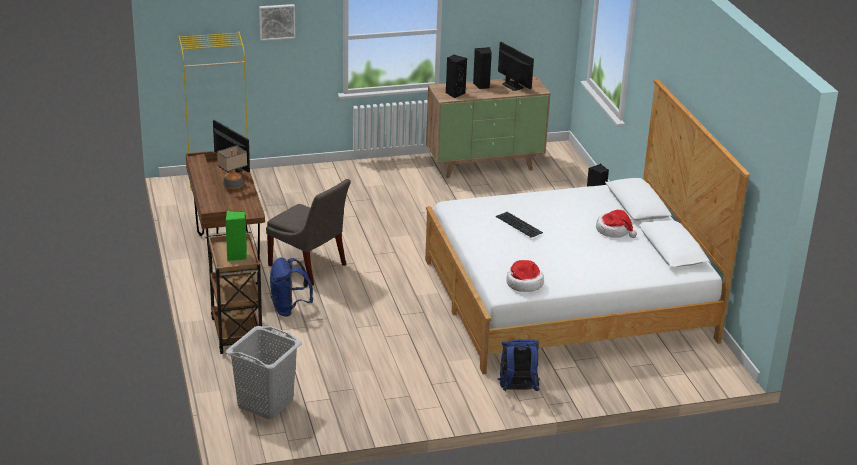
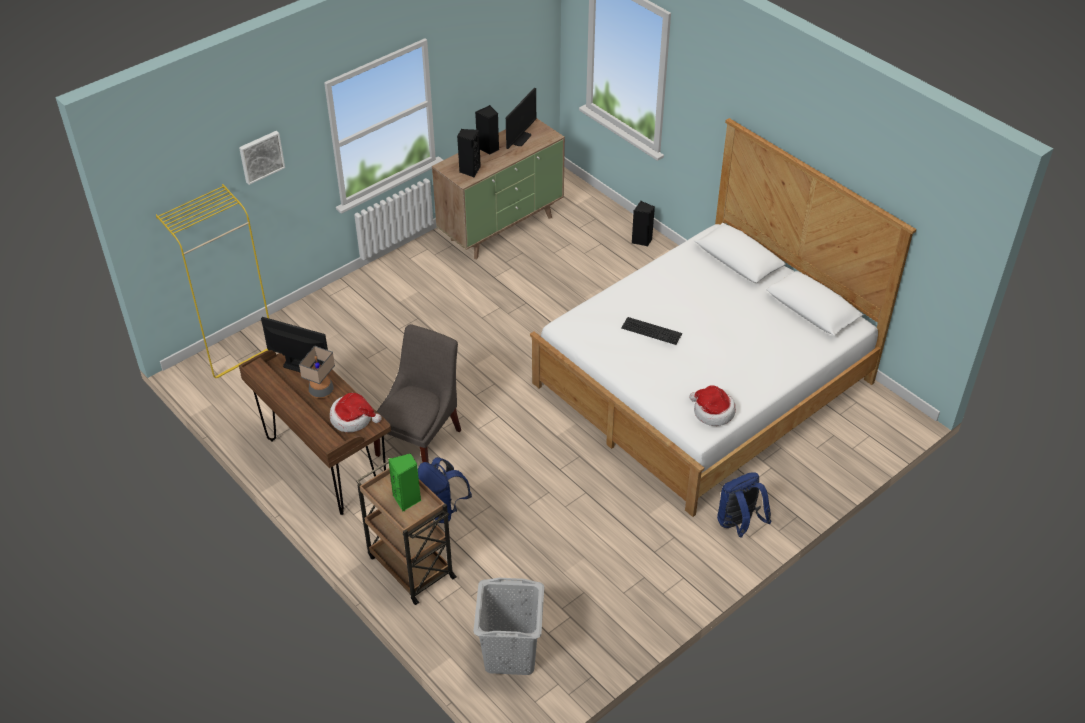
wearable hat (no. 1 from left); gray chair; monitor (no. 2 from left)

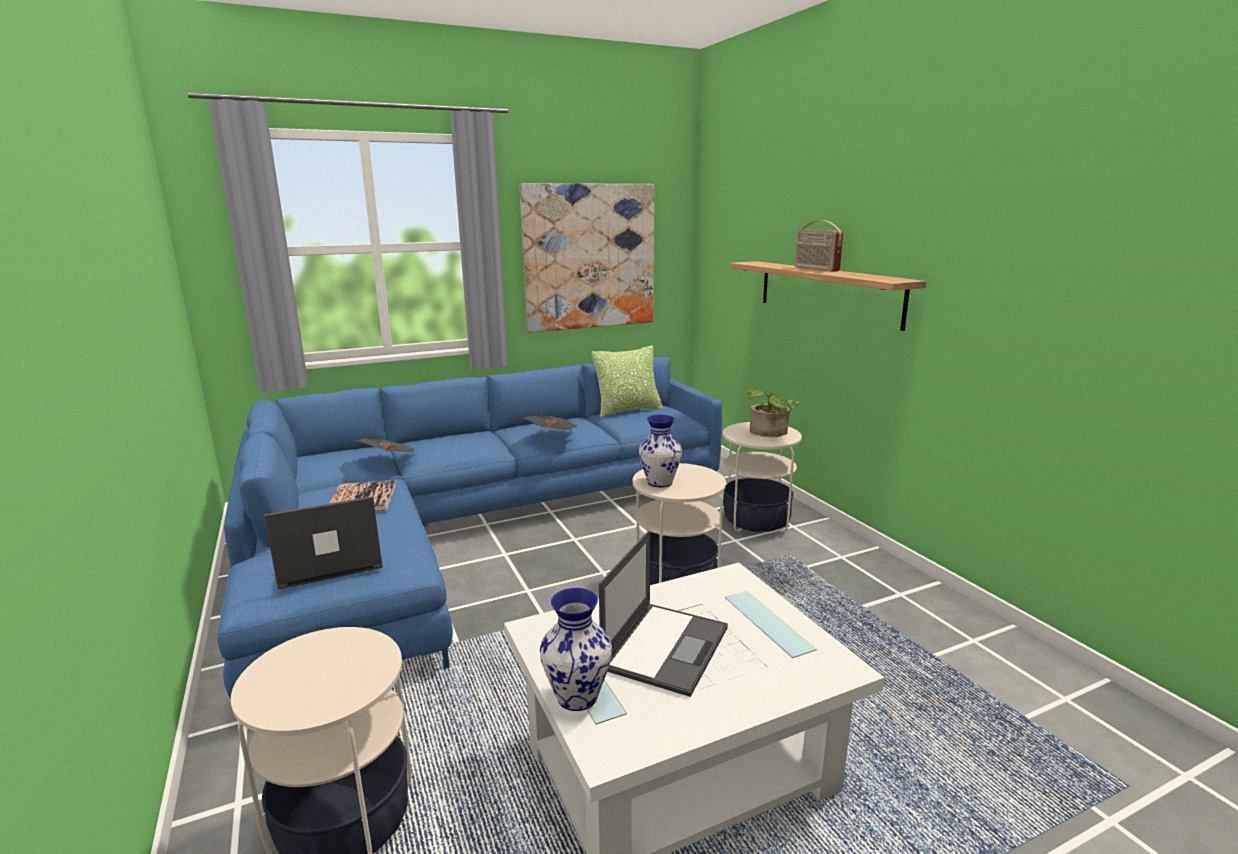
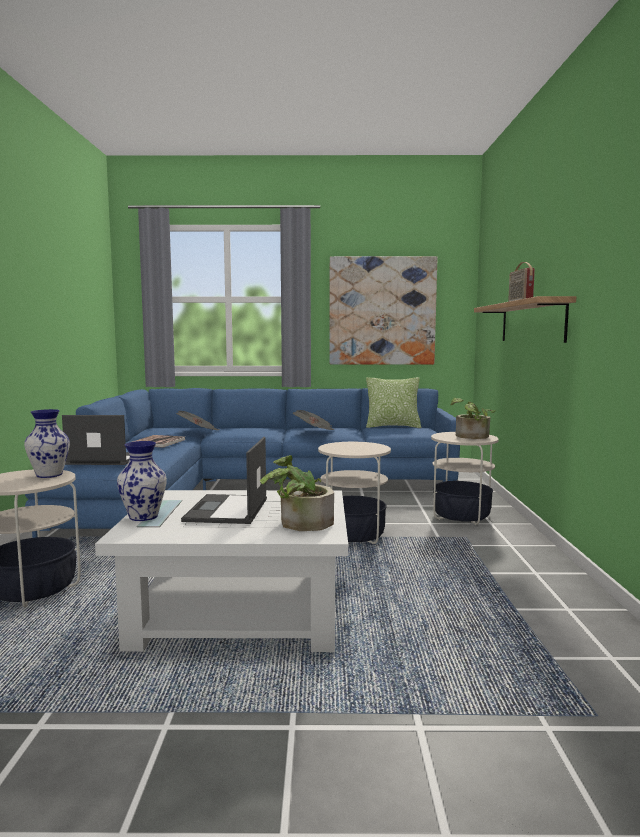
houseplant (no. 1 from left); vase (no. 1 from left); laptop (no. 2 from left)

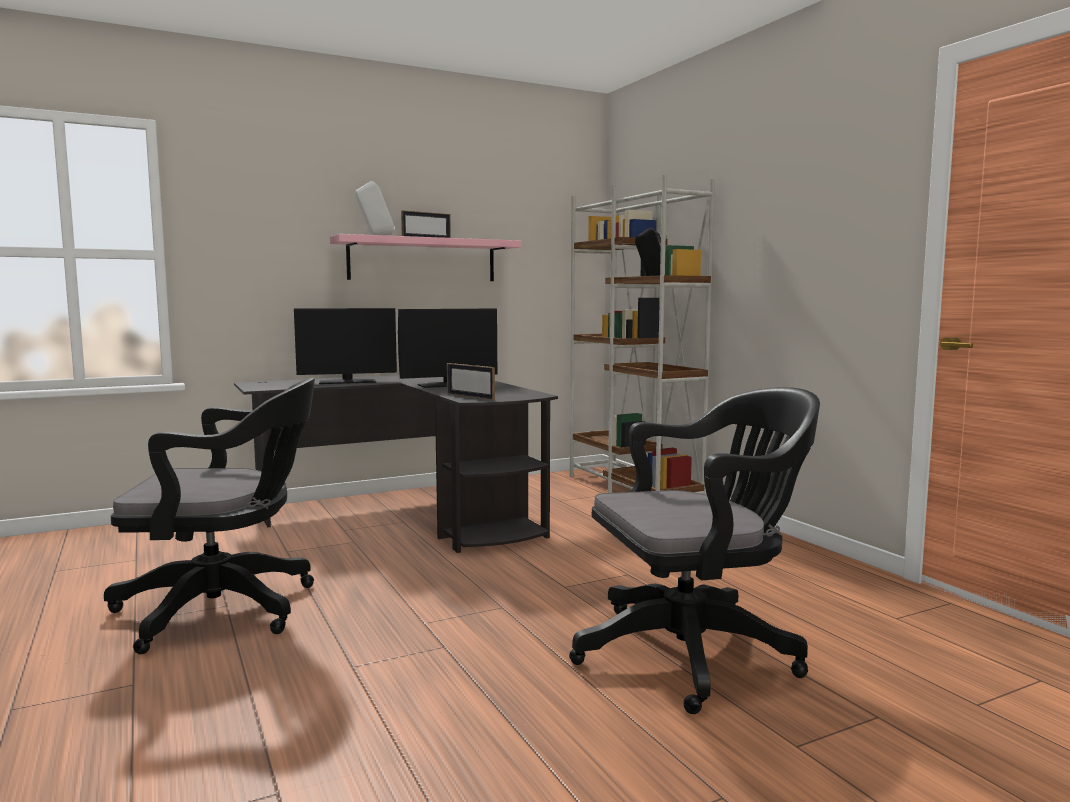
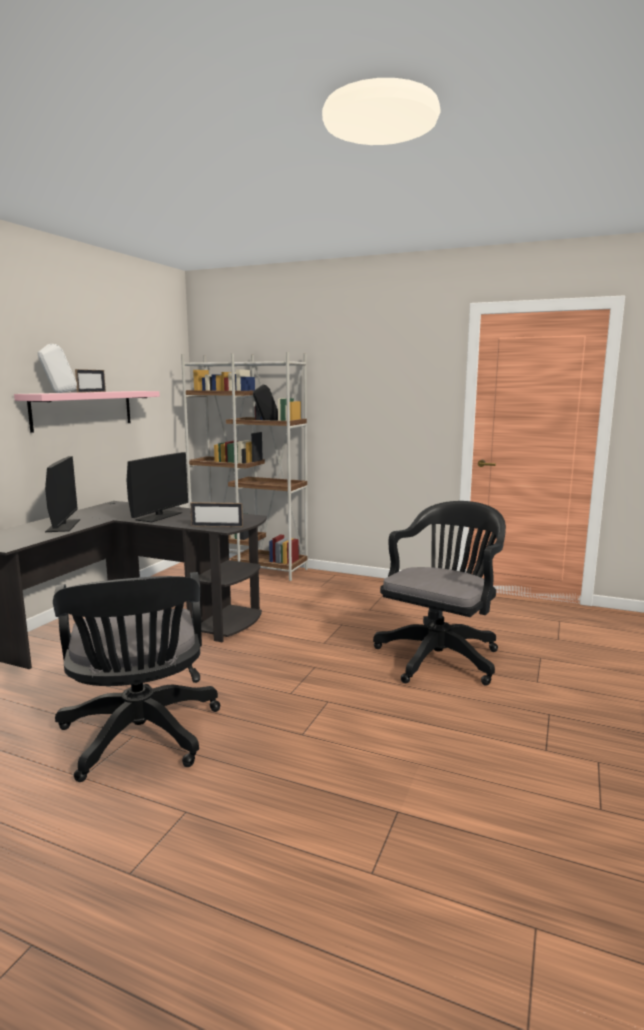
blackish desk chair (no. 1 from left); monitor (no. 1 from left)

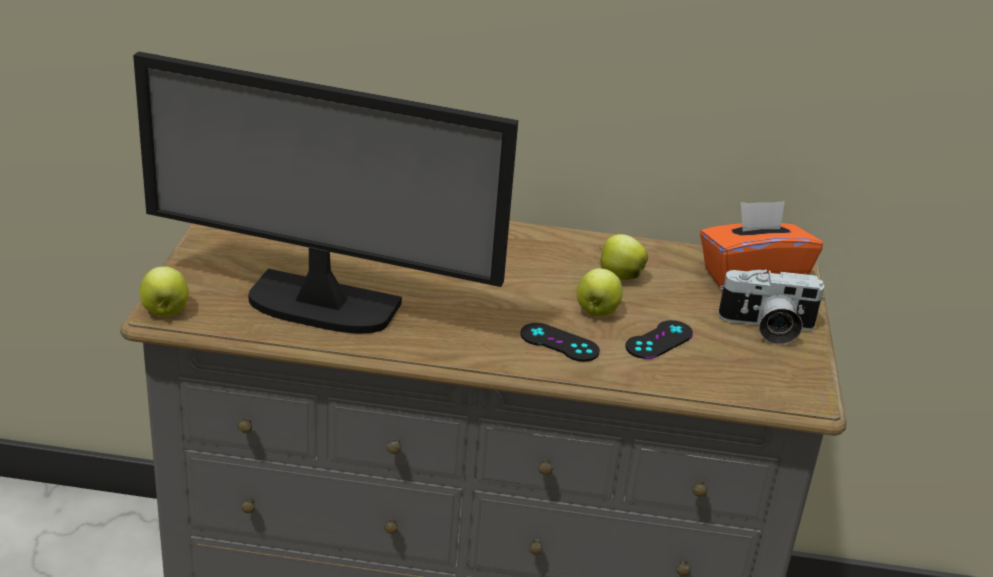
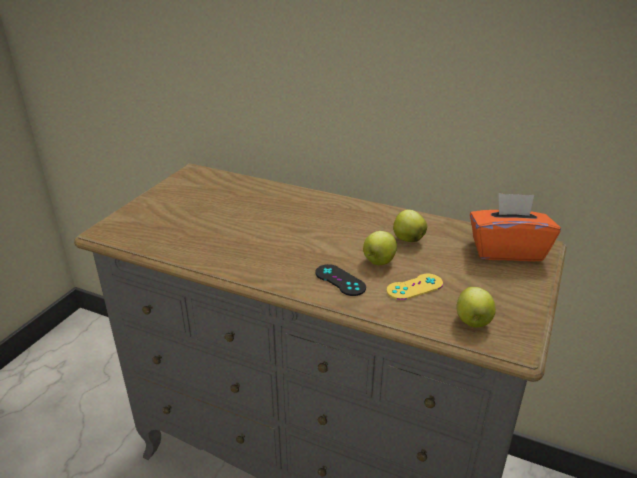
monitor; still camera; whole apple (no. 3 from left); yellowish joypad

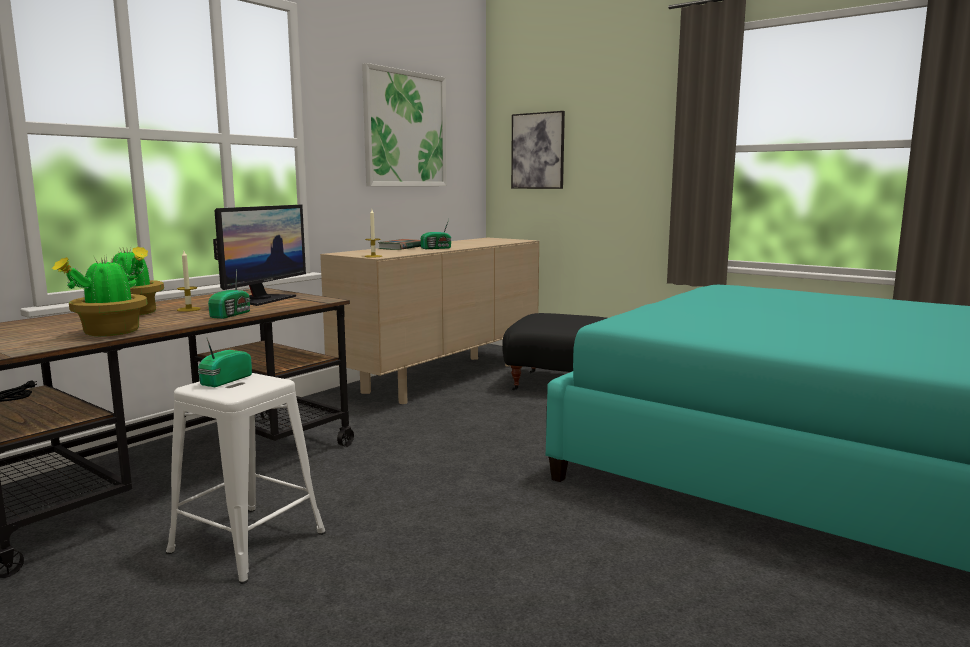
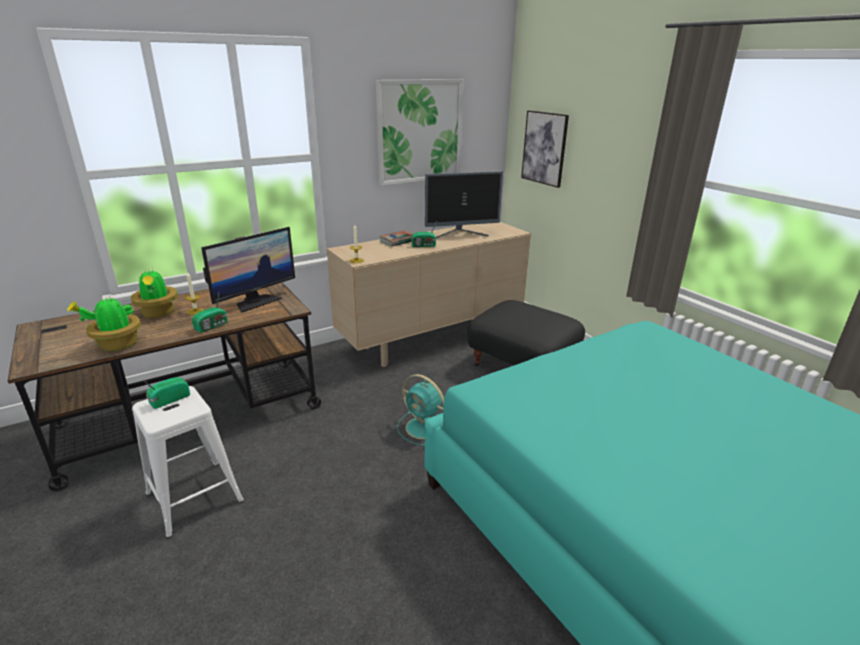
turquoise electric fan; monitor (no. 2 from left)

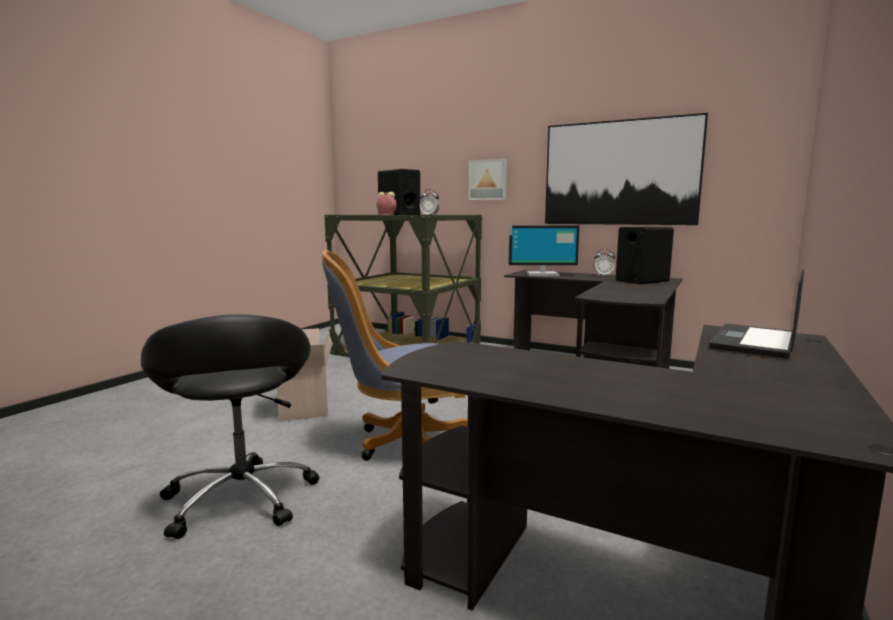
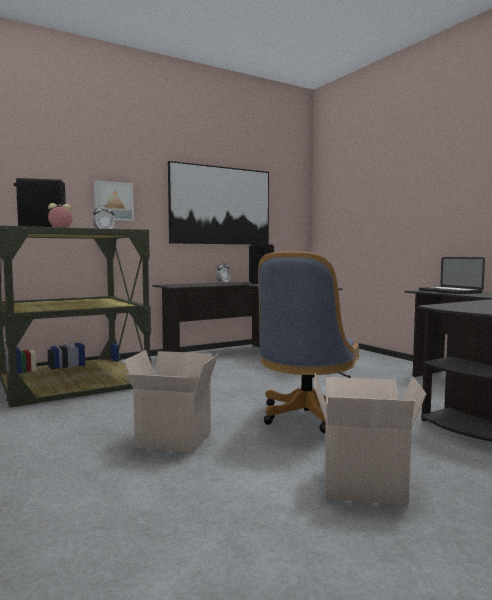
monitor; packing box (no. 2 from left)

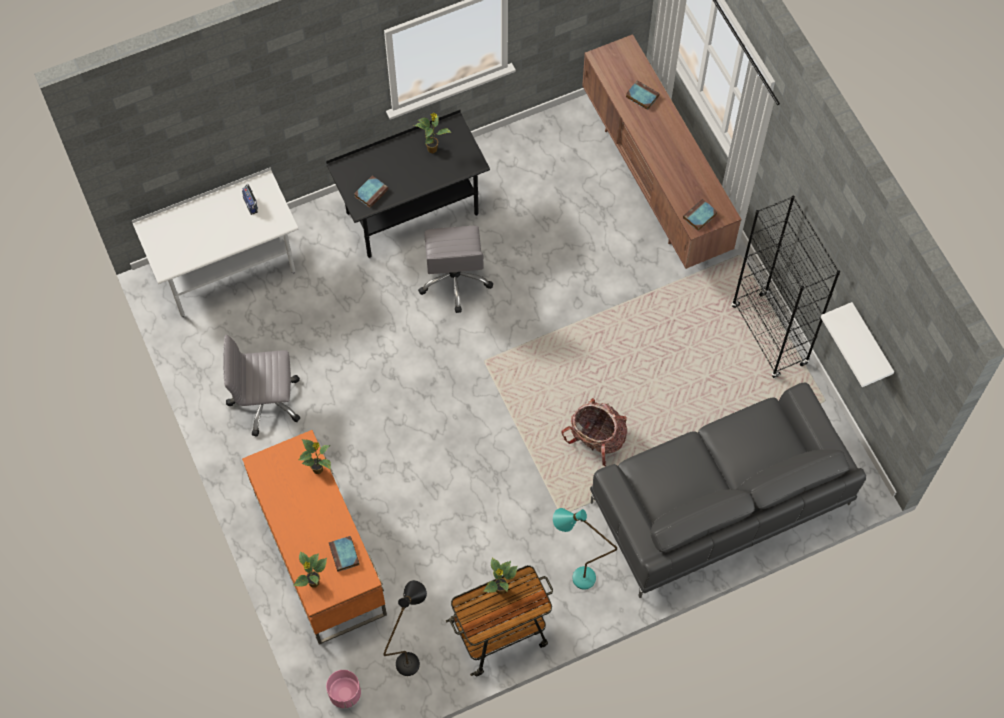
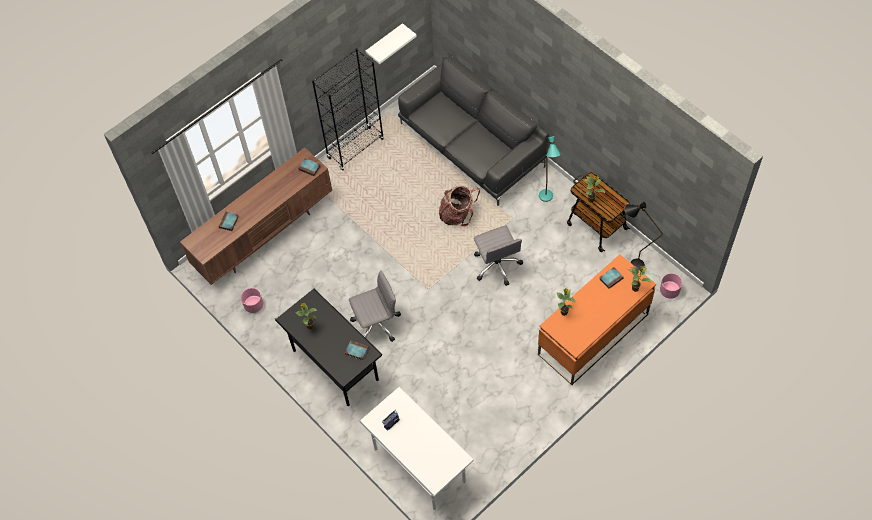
pink-coloured flower pot (no. 1 from left); gray desk chair (no. 2 from left)

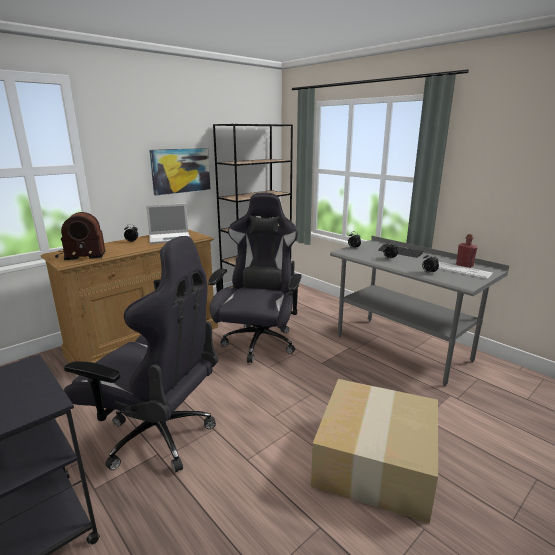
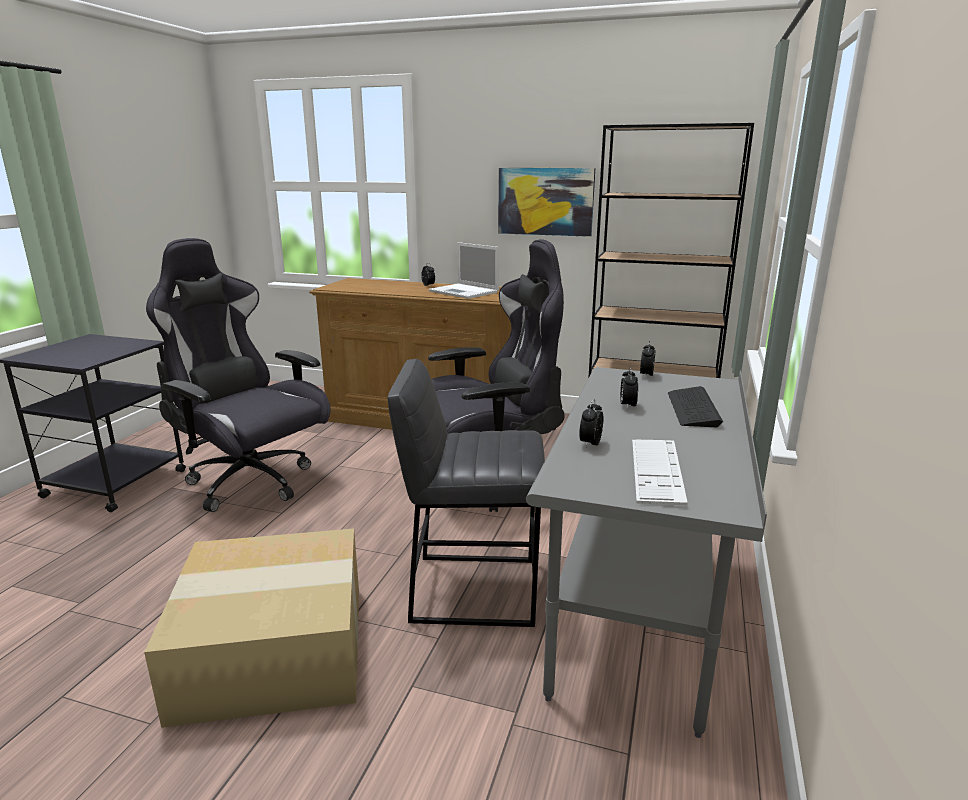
radio receiver; red-coloured bottle; gray sitting stool; blackish desk chair (no. 1 from left)

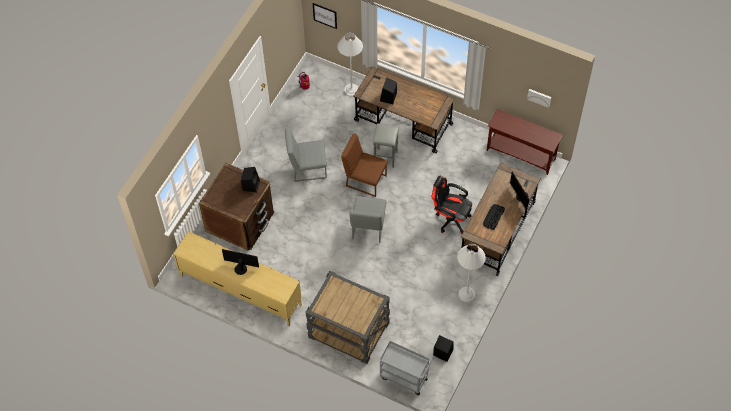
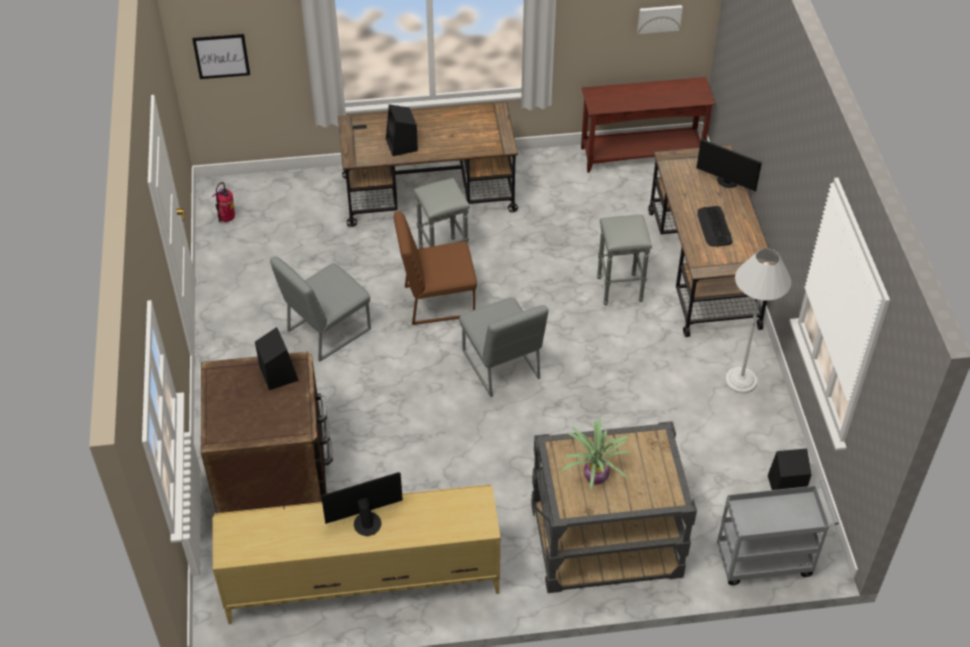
white-coloured standard lamp (no. 1 from left in the first image); houseplant; gray sitting stool (no. 2 from left)

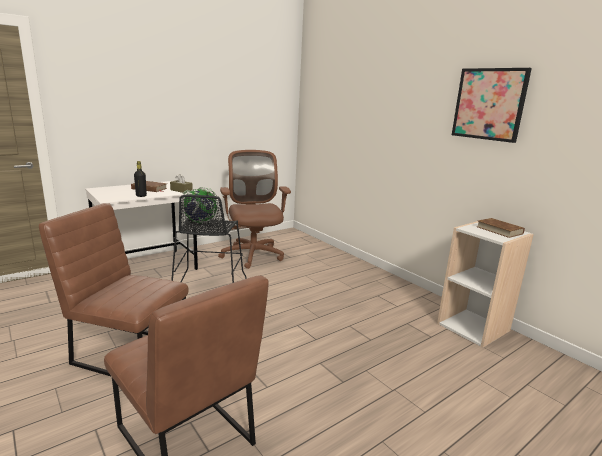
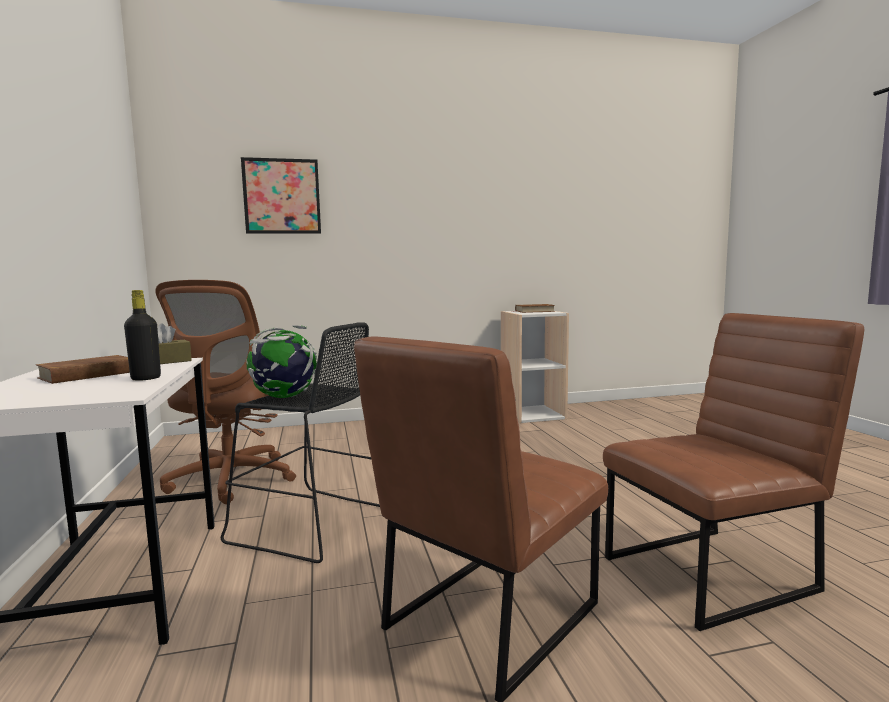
picture; brownish desk chair

